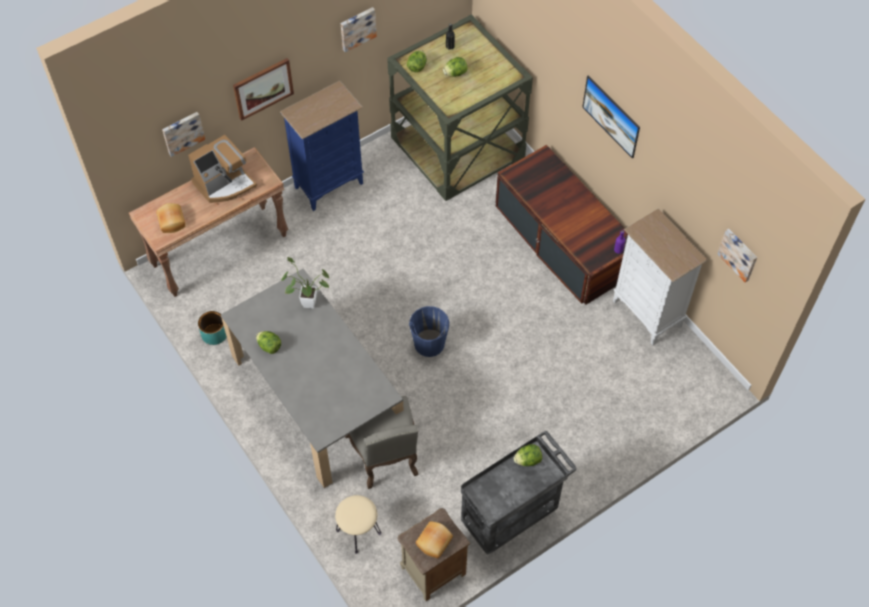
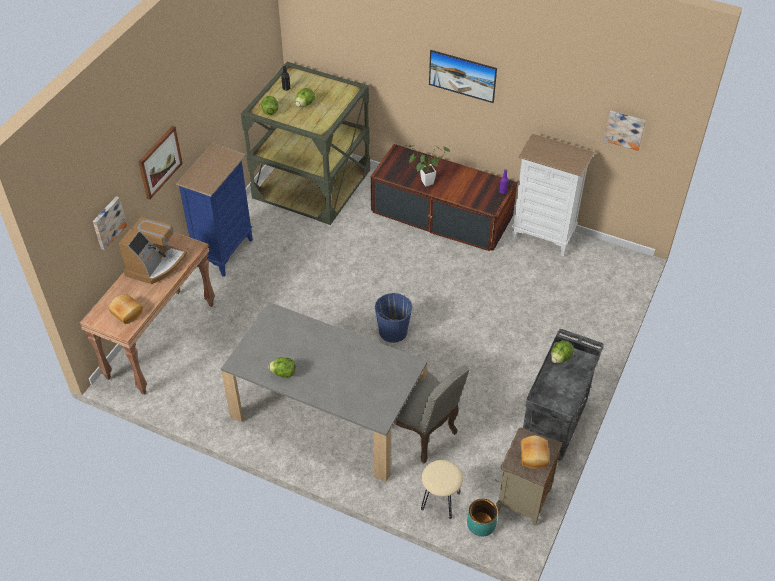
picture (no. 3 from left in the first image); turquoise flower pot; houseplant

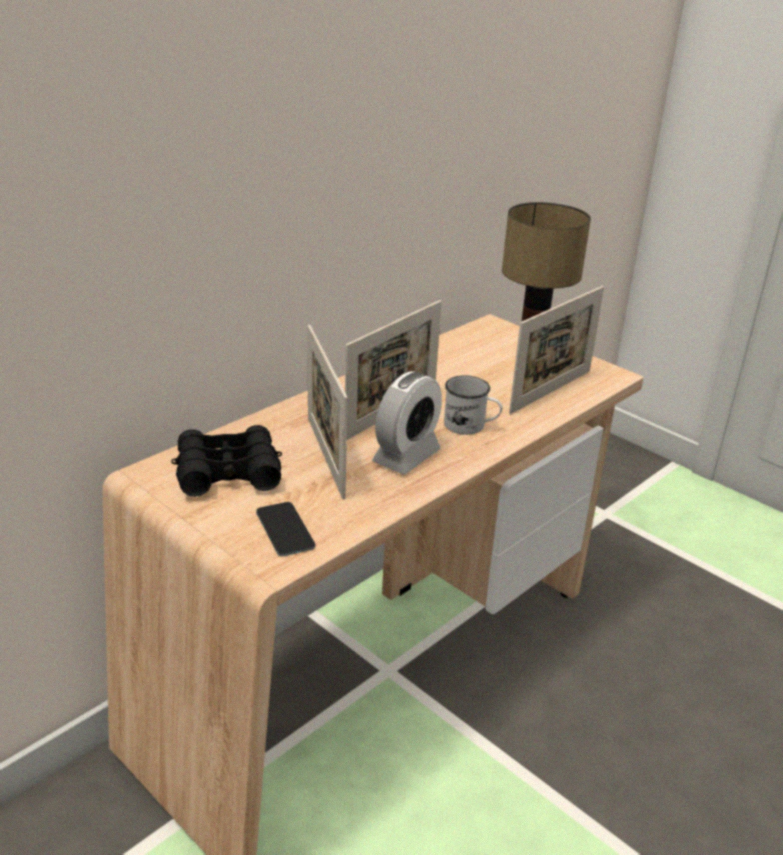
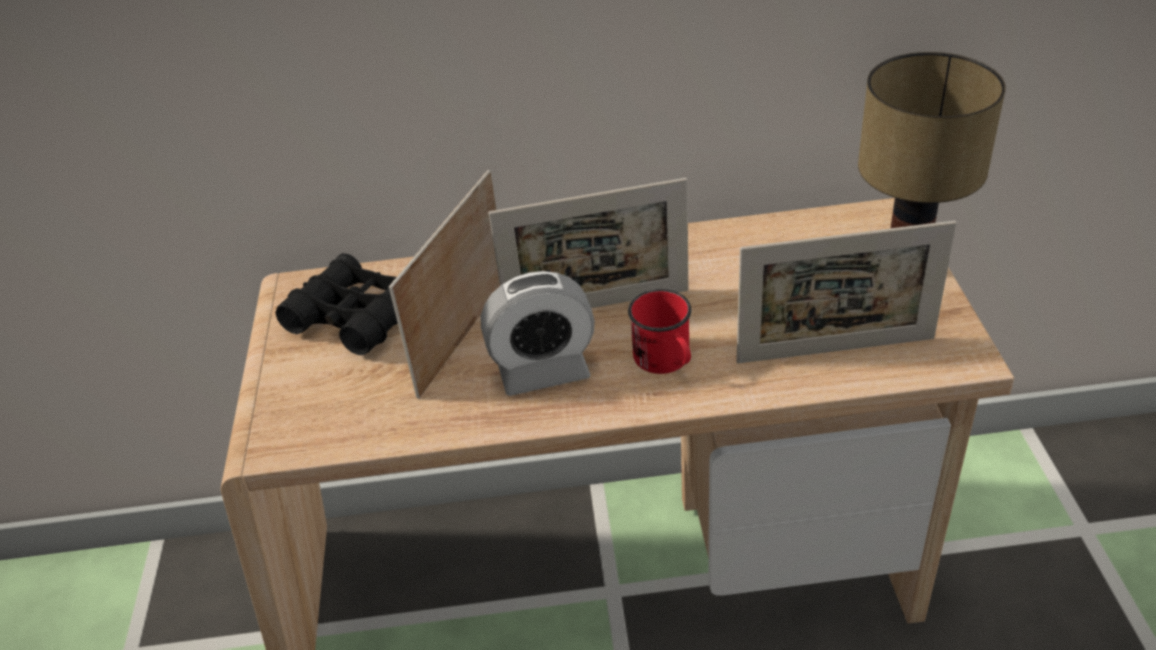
phone; red-coloured tea mug

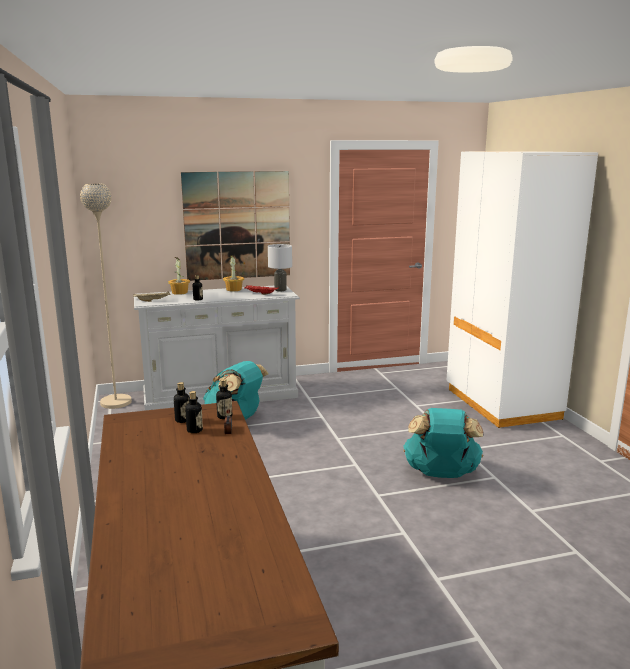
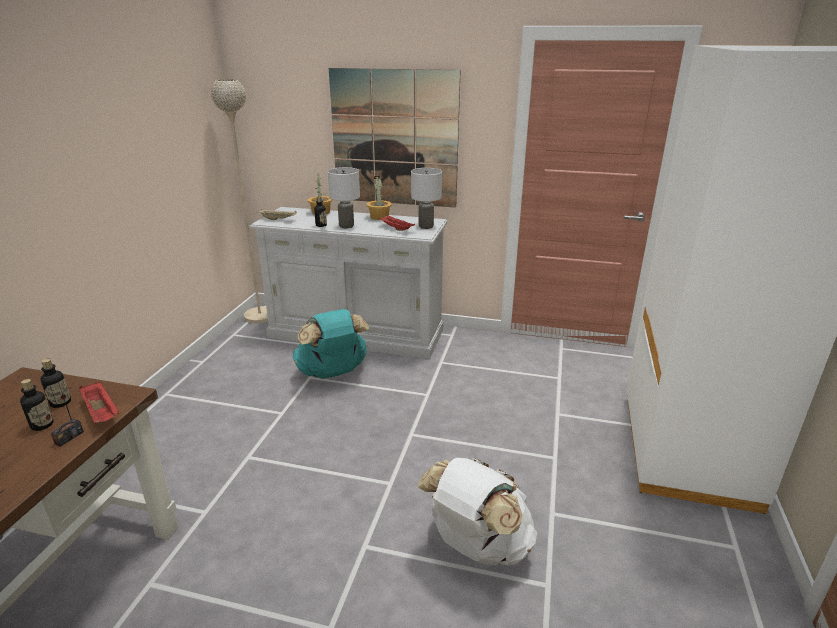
white-coloured lamp for a table (no. 1 from left); red-coloured carrying tray (no. 1 from left); white-coloured knapsack

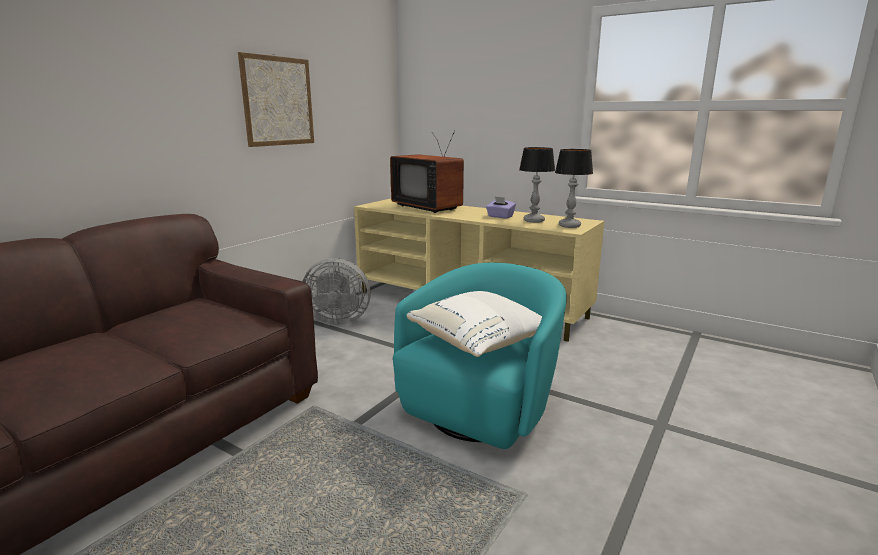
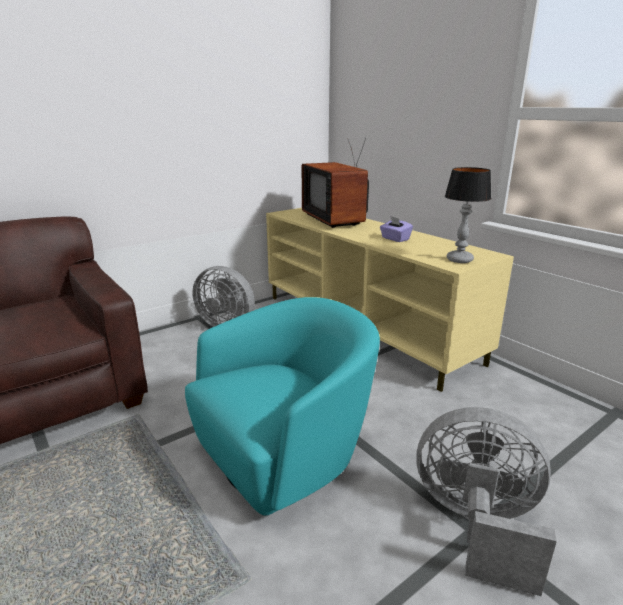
picture; white-coloured cushion; lamp for a table (no. 1 from left in the first image); gray electric fan (no. 2 from left)

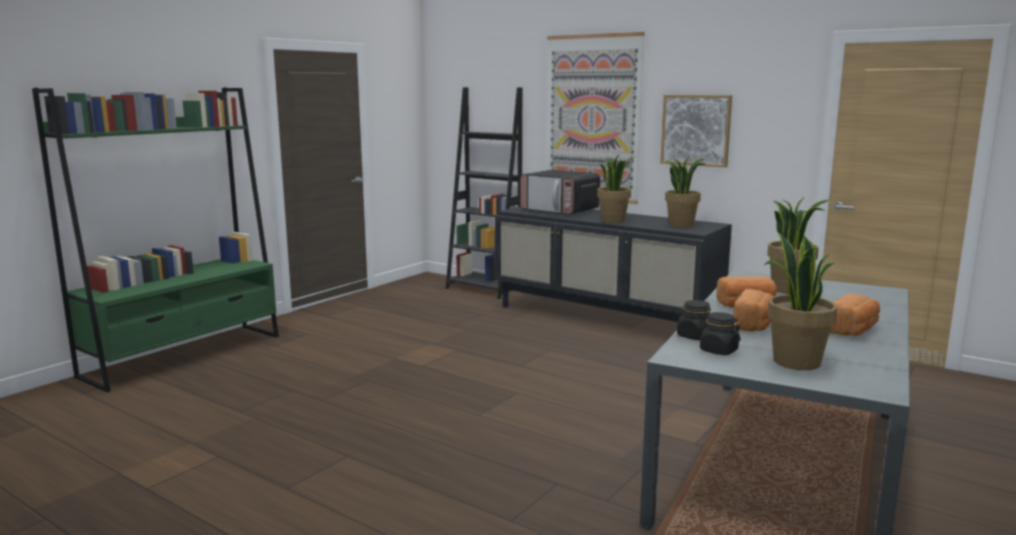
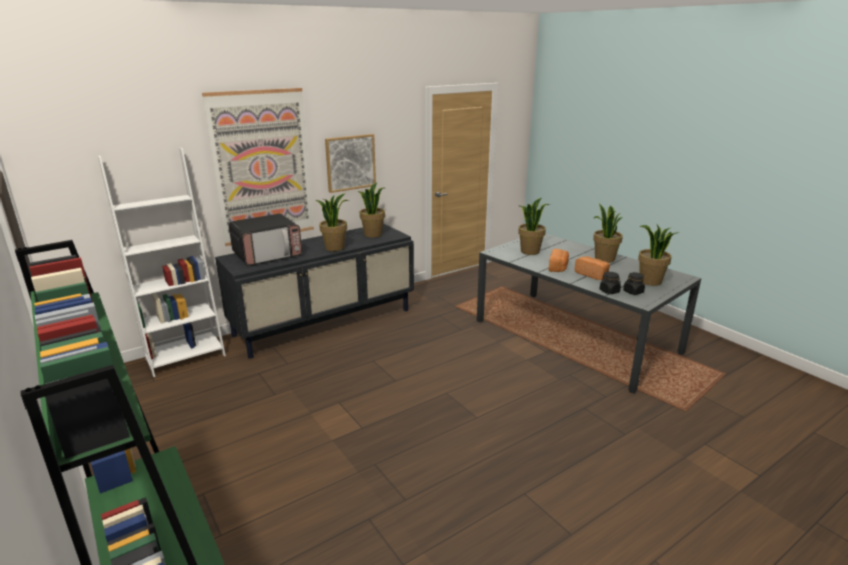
houseplant (no. 4 from left); white-coloured bookshelf

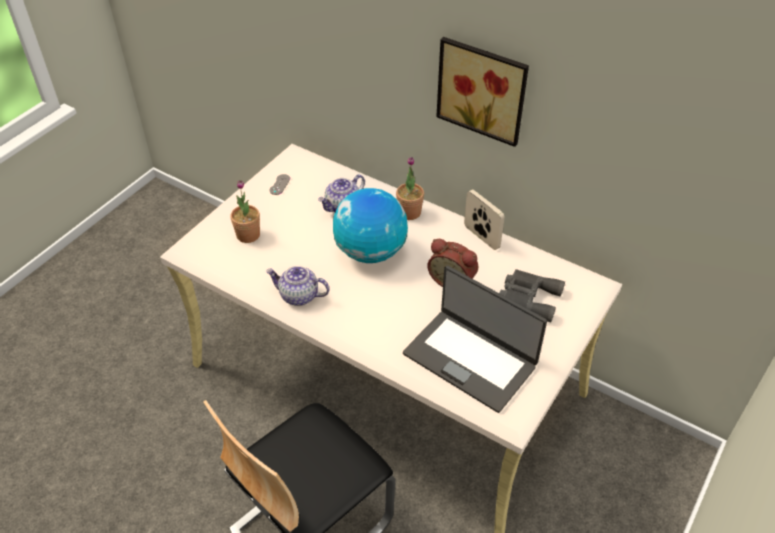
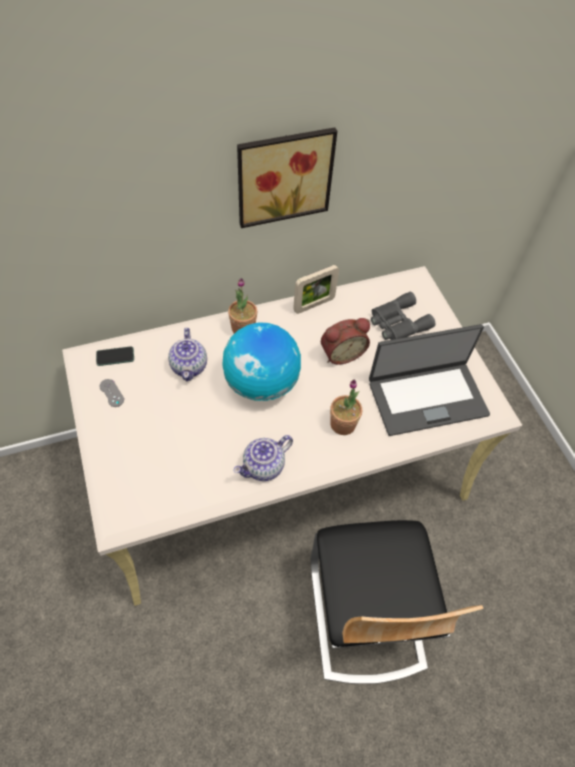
phone; houseplant (no. 2 from left); standing frame

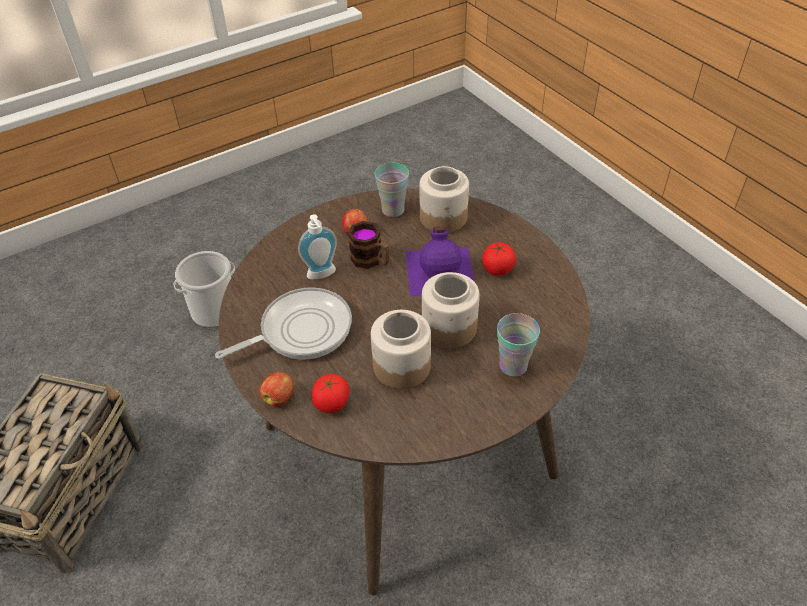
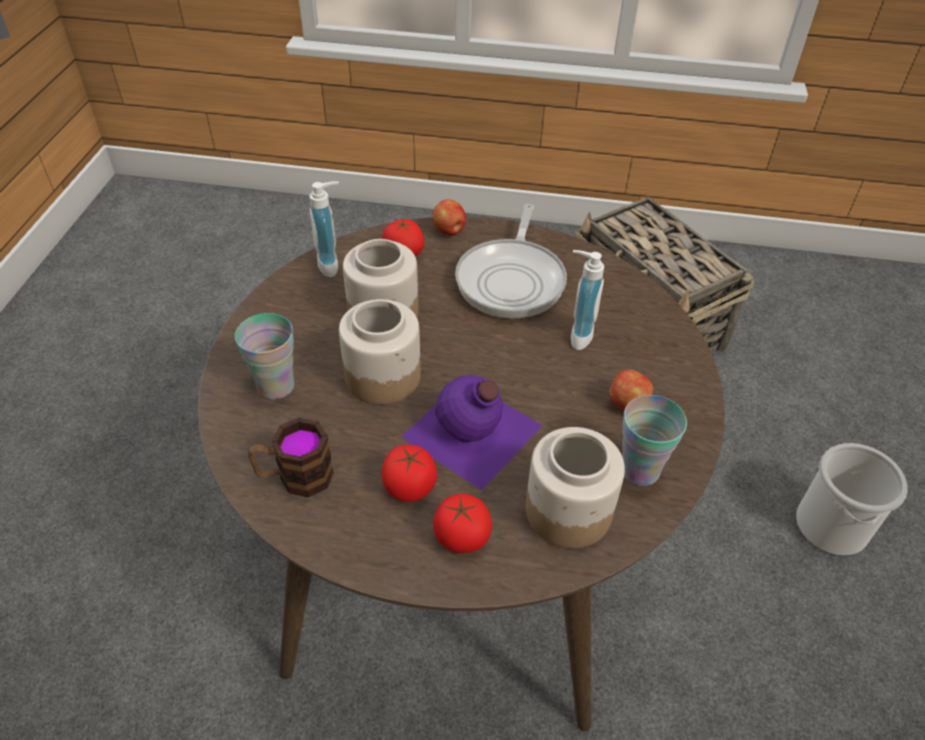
liquid soap bottle (no. 1 from left); whole tomato (no. 3 from left); tea mug

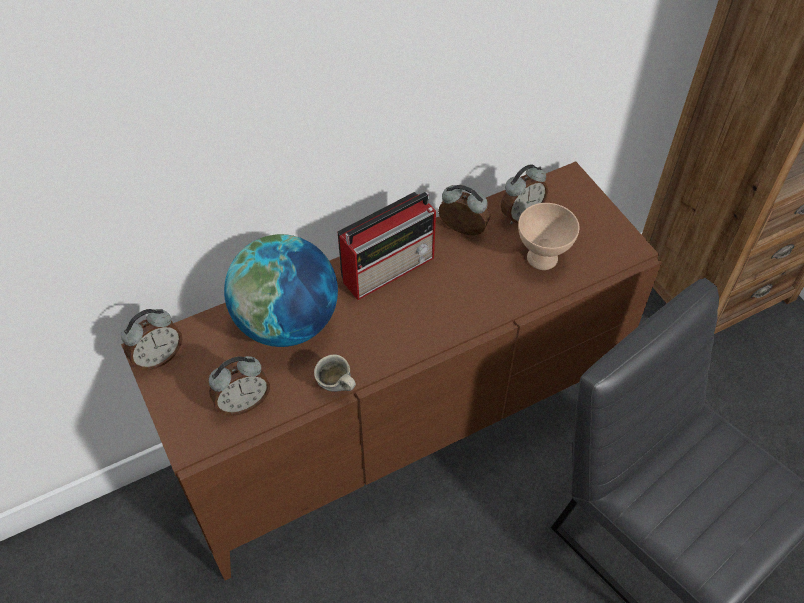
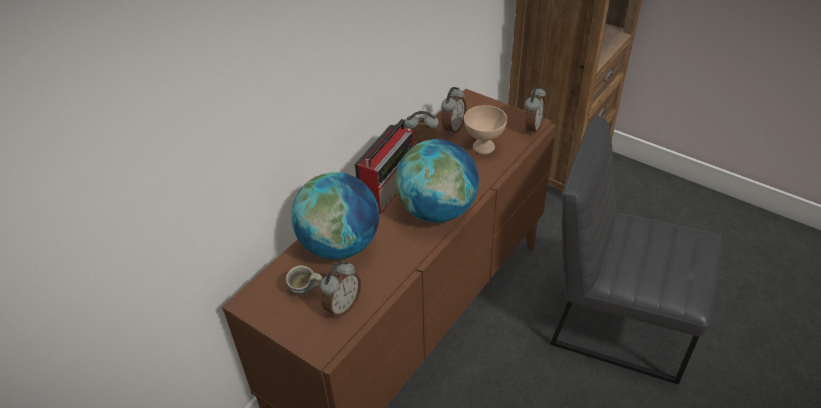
globe (no. 2 from left); bedside clock (no. 4 from left); gray tea mug

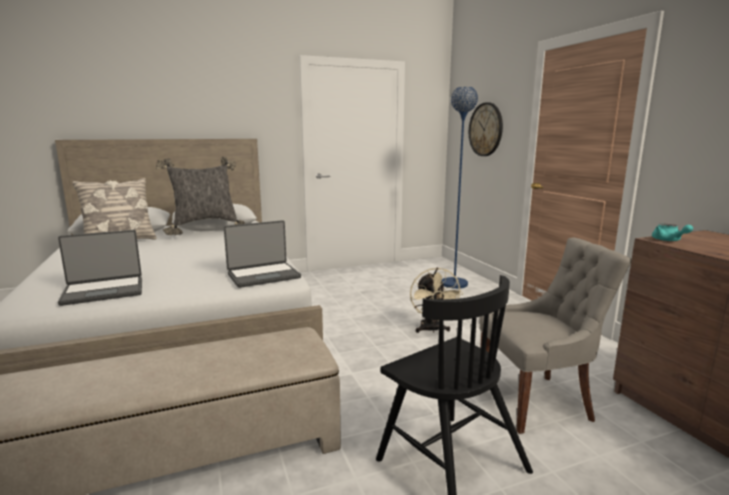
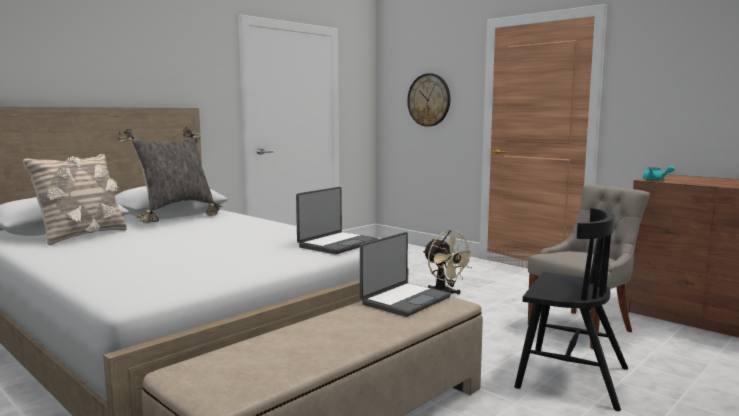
blue-coloured standard lamp; laptop (no. 2 from left)

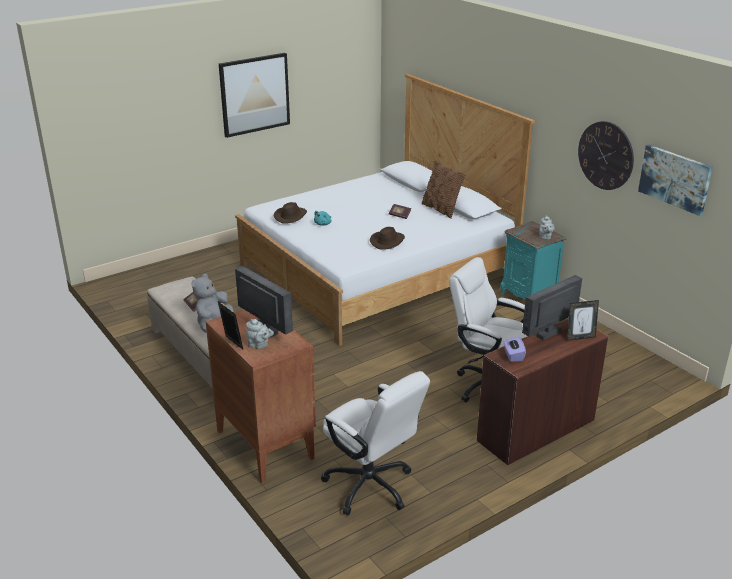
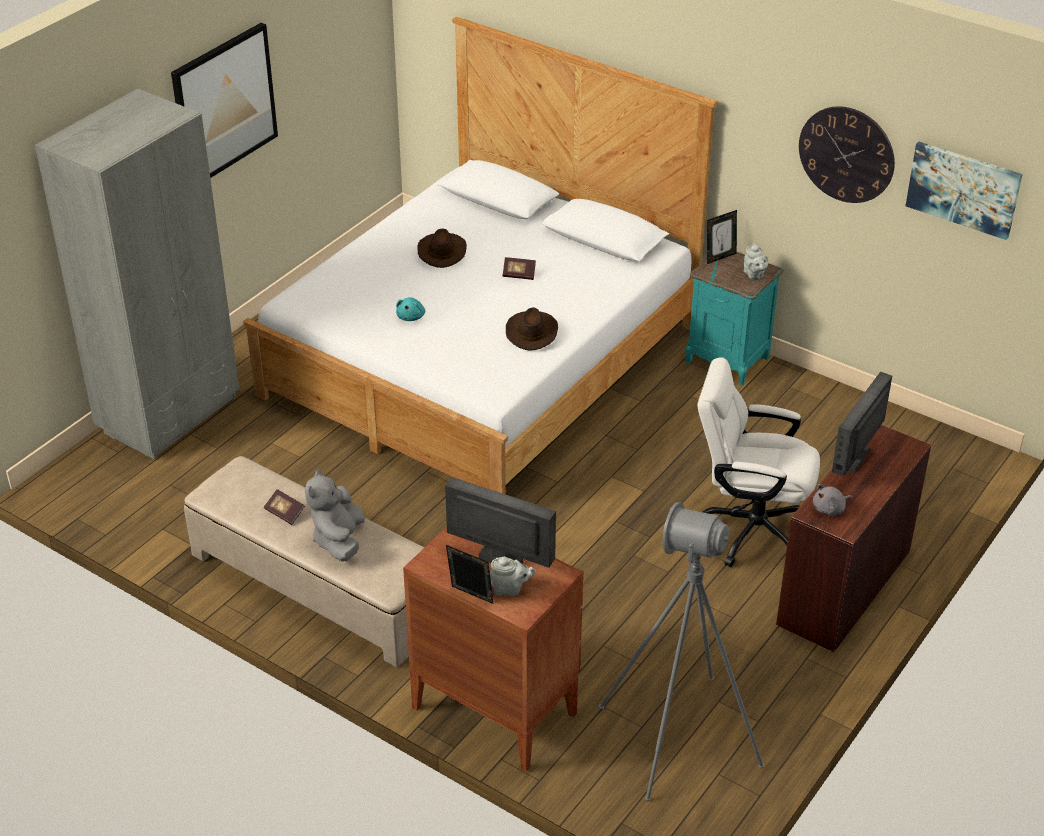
brownish cushion; gray armoire; brownish wearable hat (no. 1 from left); standing frame (no. 2 from left); gray standard lamp; gray plush toy (no. 2 from left)

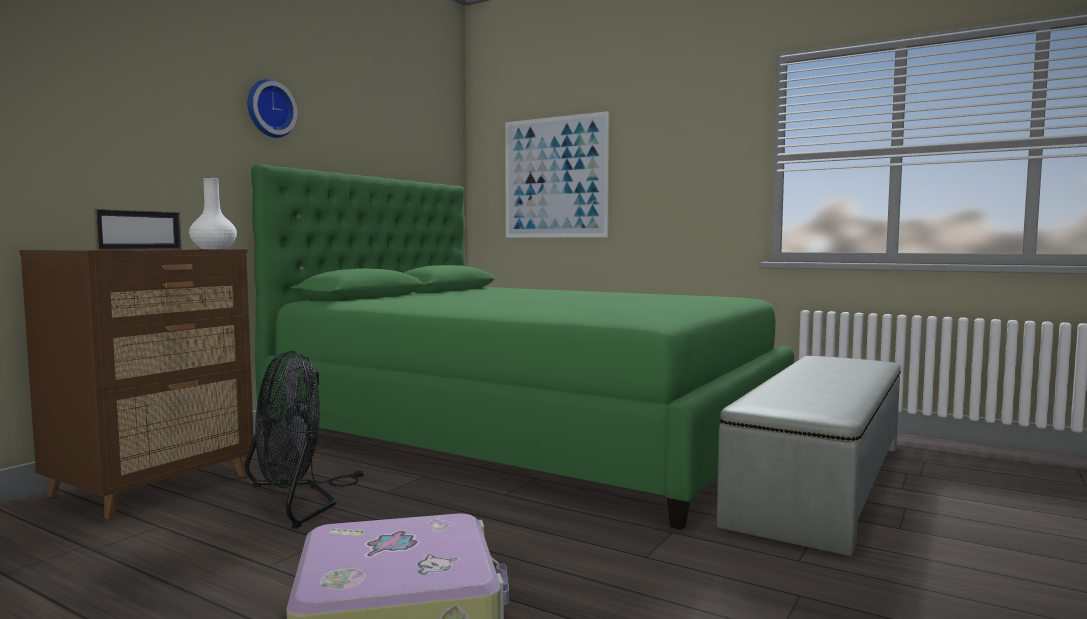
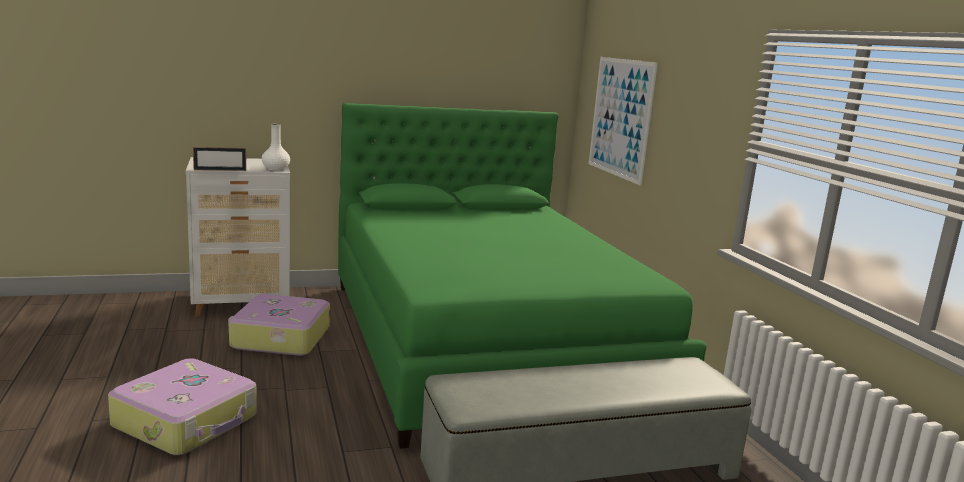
wall clock; travel case (no. 2 from left); white-coloured drawer chest

